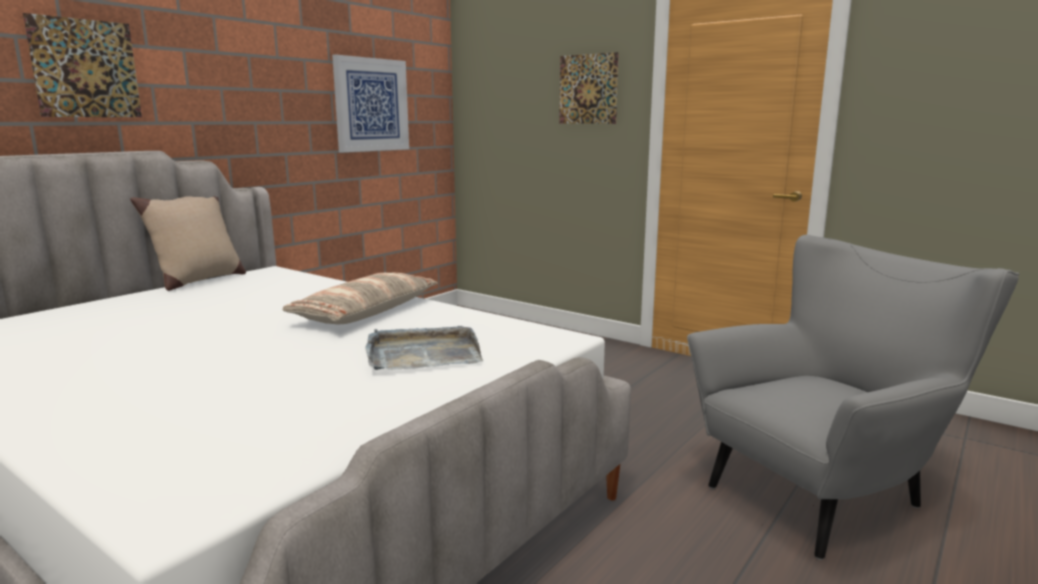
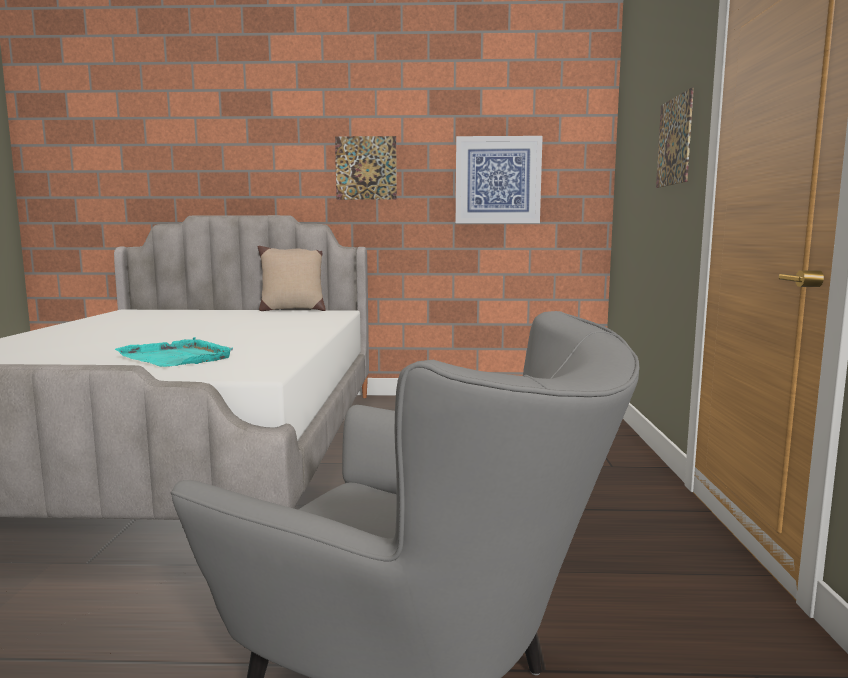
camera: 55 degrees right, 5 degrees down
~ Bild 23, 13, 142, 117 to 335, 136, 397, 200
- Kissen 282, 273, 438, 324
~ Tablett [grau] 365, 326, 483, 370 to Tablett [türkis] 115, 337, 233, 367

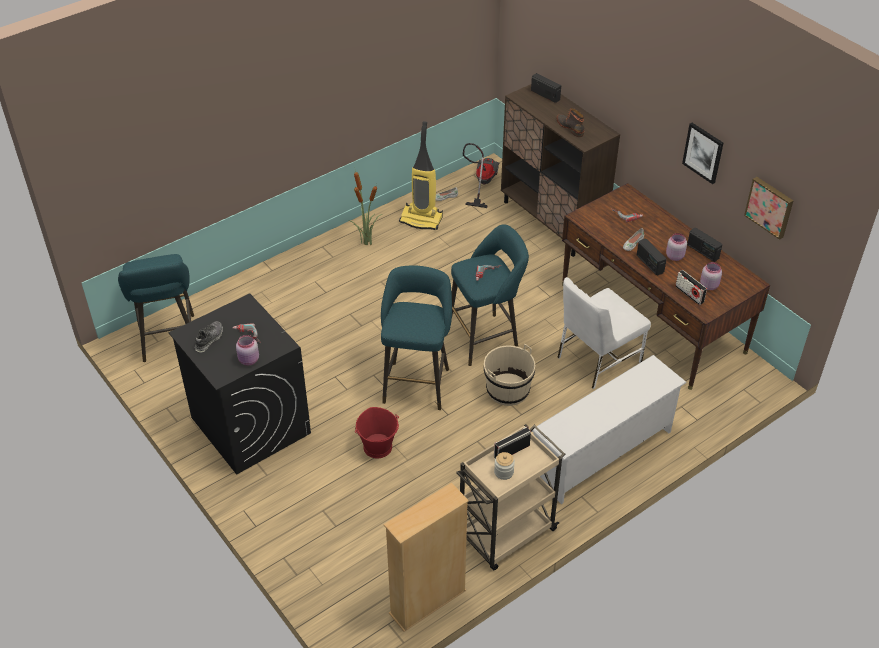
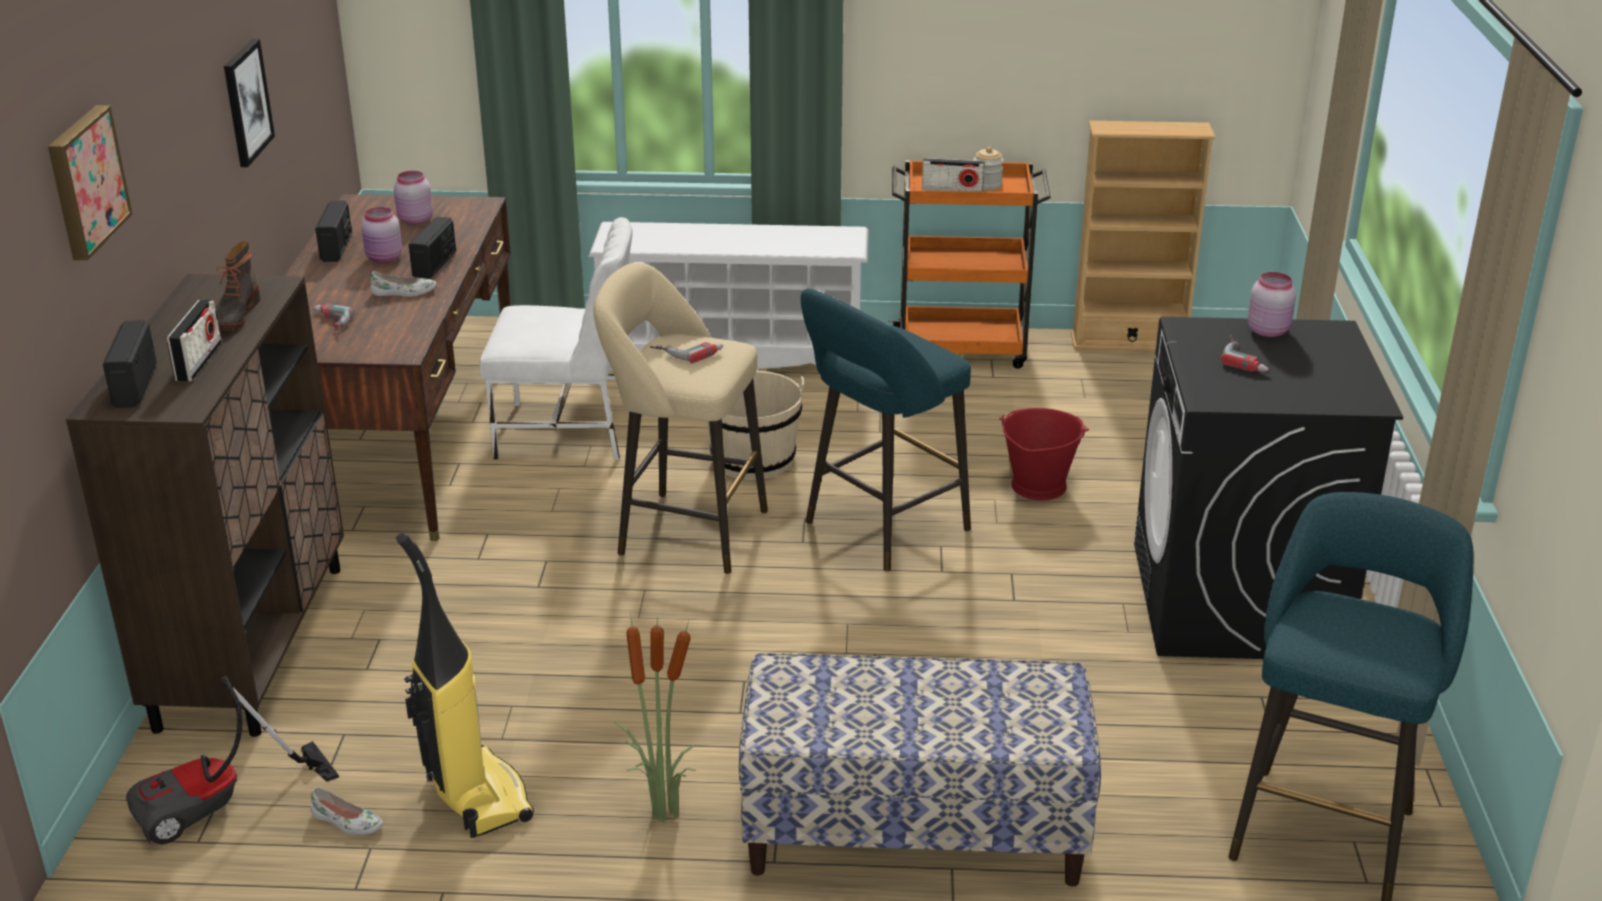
camera: 140 degrees left, 15 degrees down
~ Bild 744, 177, 794, 240 to 48, 105, 132, 260
~ Hocker [türkis] 451, 224, 529, 366 to Hocker [beige] 594, 263, 768, 574
~ Radio 675, 270, 707, 305 to 167, 300, 222, 382
- Schuh 195, 321, 223, 353
~ Rollwagen [beige] 456, 424, 566, 570 to Rollwagen [orange] 888, 160, 1051, 369
+ Bank 739, 653, 1101, 887

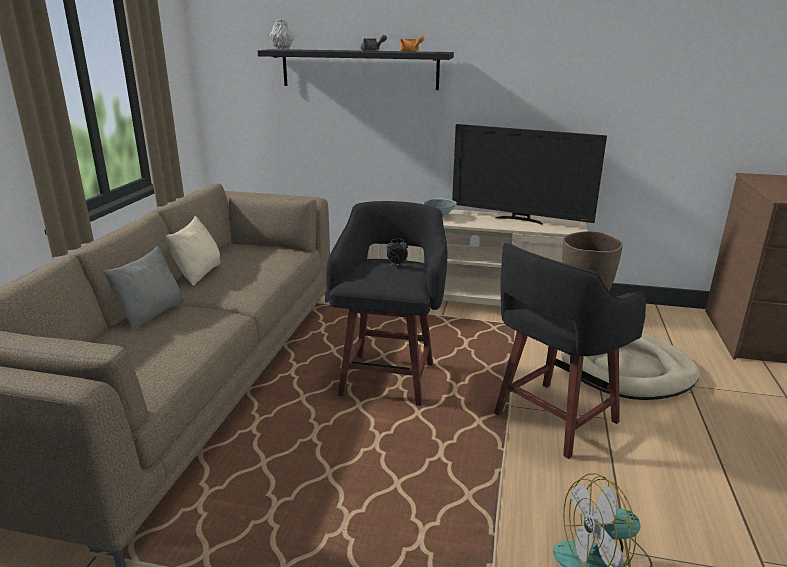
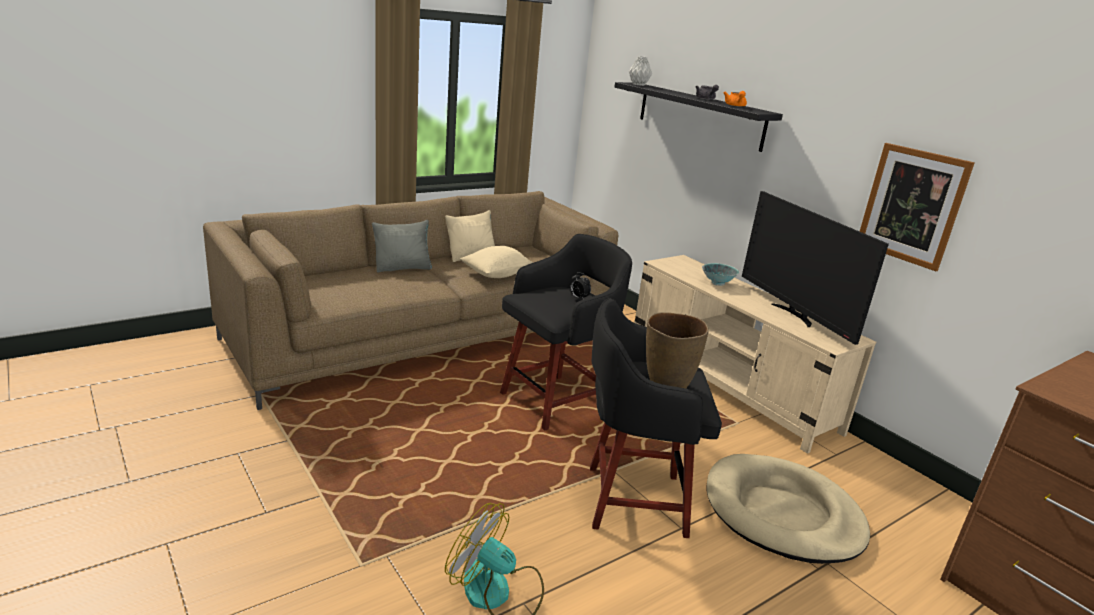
camera: 40 degrees right, 0 degrees up
+ Bild 860, 143, 975, 271
+ Kissen [beige] 460, 246, 533, 278

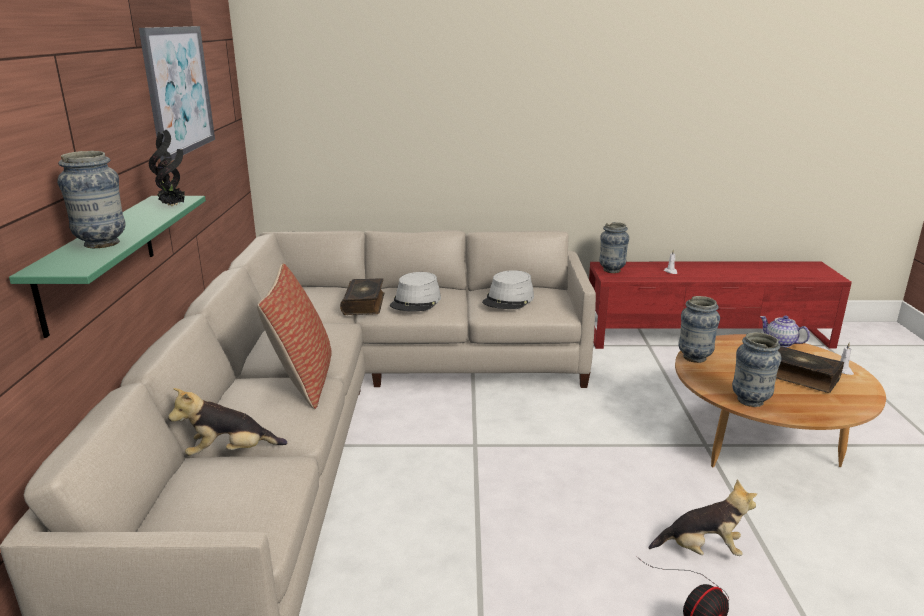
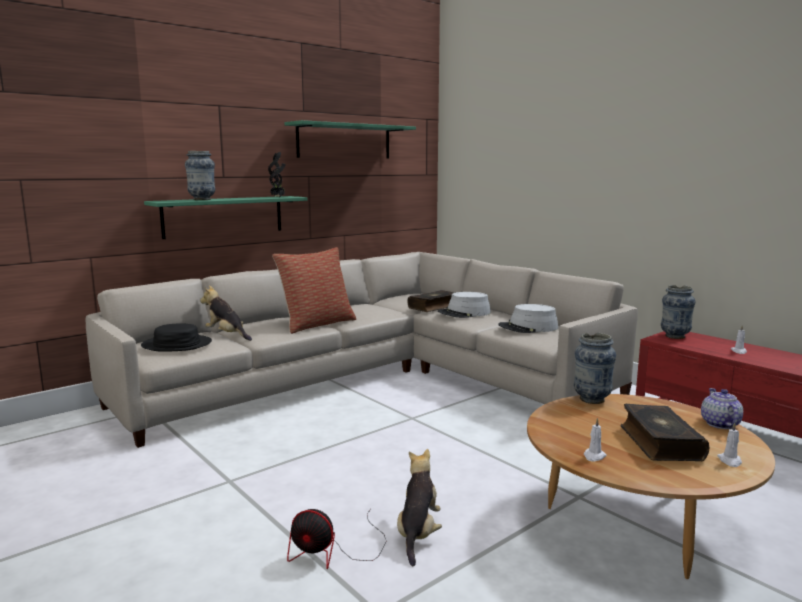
camera: 50 degrees right, 10 degrees down
~ Bild 139, 26, 215, 161 to Wandregal [grün] 284, 120, 416, 159
- Vase 732, 332, 782, 407
~ Plüschtier 648, 480, 757, 556 = 397, 449, 442, 566 135 degrees counterclockwise
+ Hut [schwarz] 141, 323, 212, 352
+ Kerze [weiß] 584, 418, 607, 461

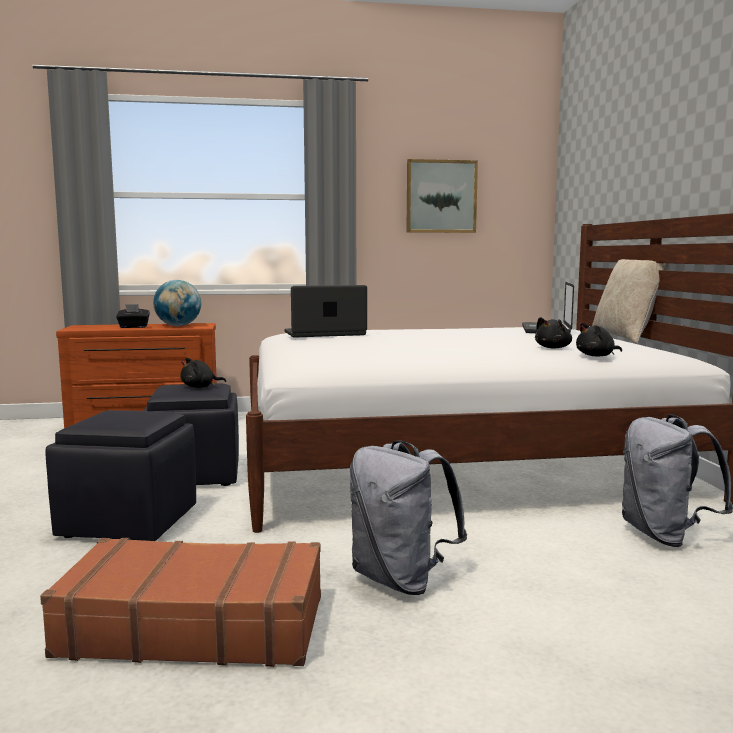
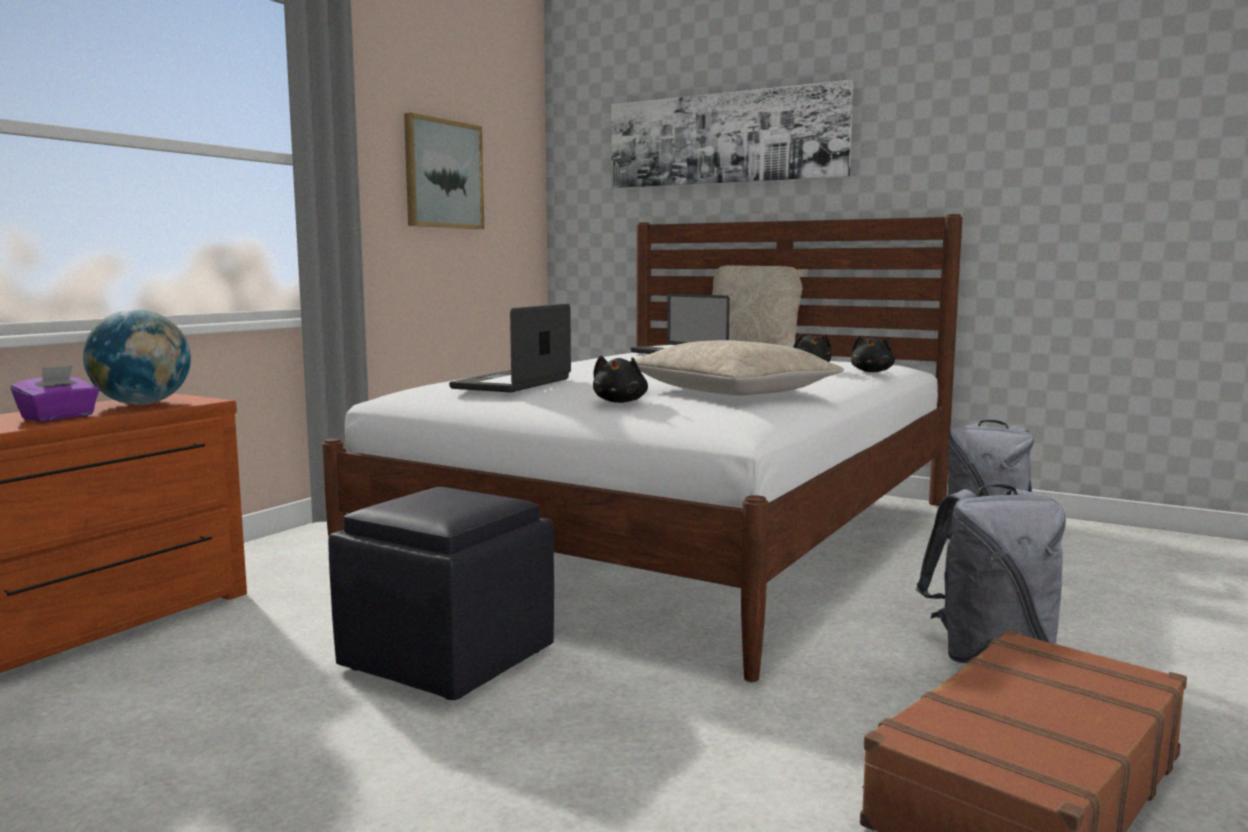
camera: 50 degrees left, 0 degrees up
~ Taschentuchbox [schwarz] 116, 304, 150, 328 to Taschentuchbox [lila] 11, 365, 99, 421
~ Plüschtier [schwarz] 180, 358, 226, 388 to 593, 356, 648, 403
- Polsterhocker [schwarz] 45, 410, 196, 541
+ Bild 611, 80, 853, 188
+ Kissen [beige] 629, 340, 844, 396

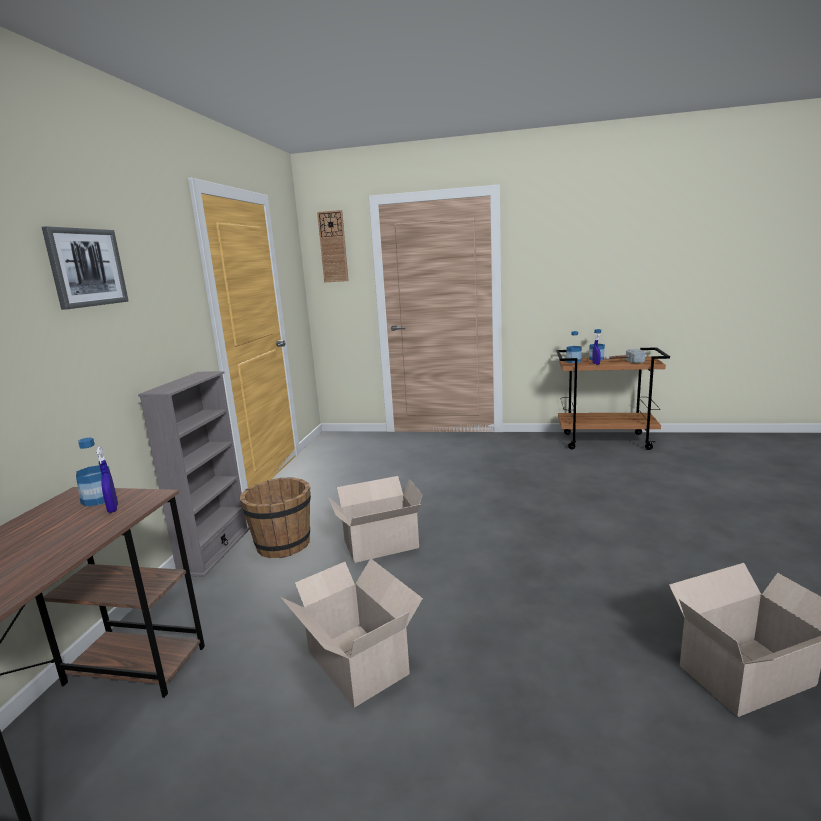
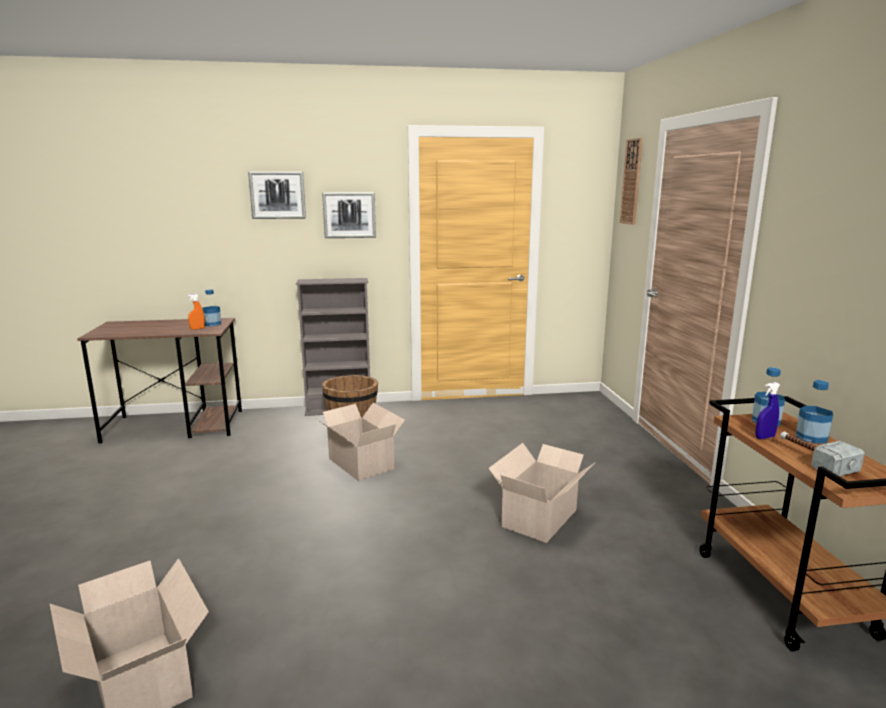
camera: 70 degrees right, 0 degrees up
~ Sprühflasche [blau] 96, 447, 118, 513 to Sprühflasche [orange] 187, 294, 205, 330
~ Karton 281, 559, 423, 708 to 488, 443, 596, 543
+ Bild 322, 192, 376, 238

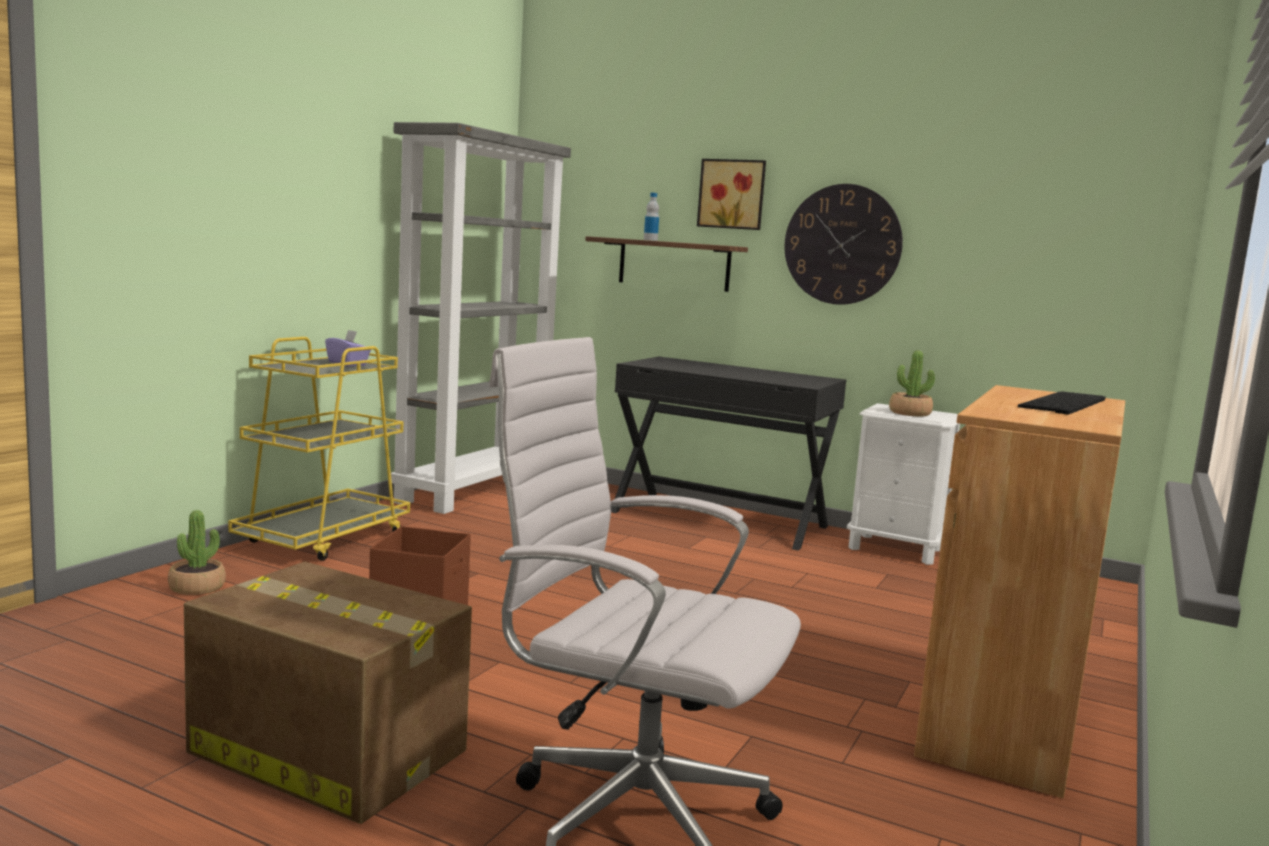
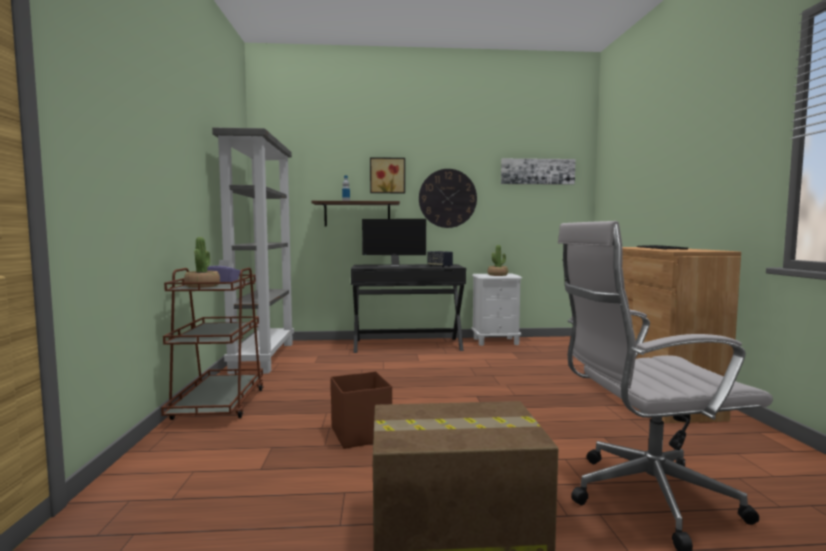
camera: 30 degrees left, 5 degrees down
~ Rollwagen [gelb] 228, 337, 410, 561 to Rollwagen [braun] 161, 268, 264, 420
~ Topfpflanze 168, 510, 226, 595 to 184, 237, 220, 288
+ Bild 501, 158, 576, 185
+ Monitor 362, 219, 426, 267
+ Lautsprecher 427, 251, 453, 267

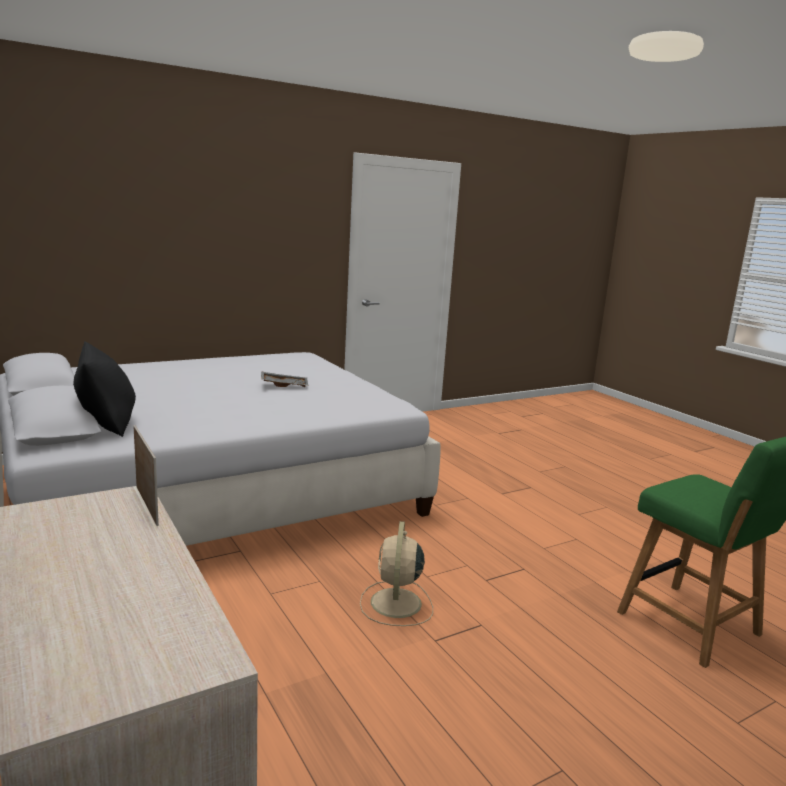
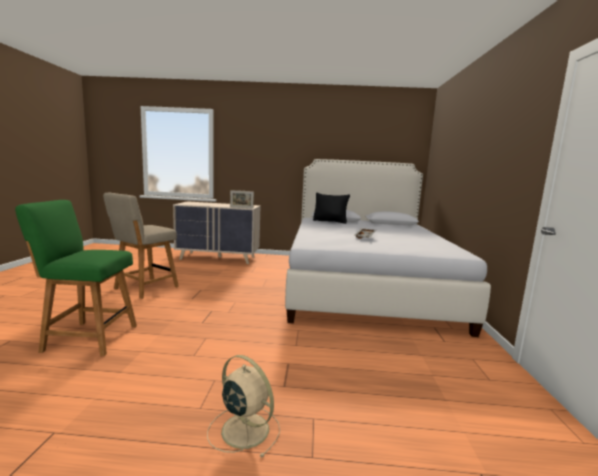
camera: 125 degrees right, 5 degrees down
~ Ventilator [beige] 360, 521, 433, 626 to 207, 355, 280, 458
+ Stuhl [beige] 103, 193, 179, 299

